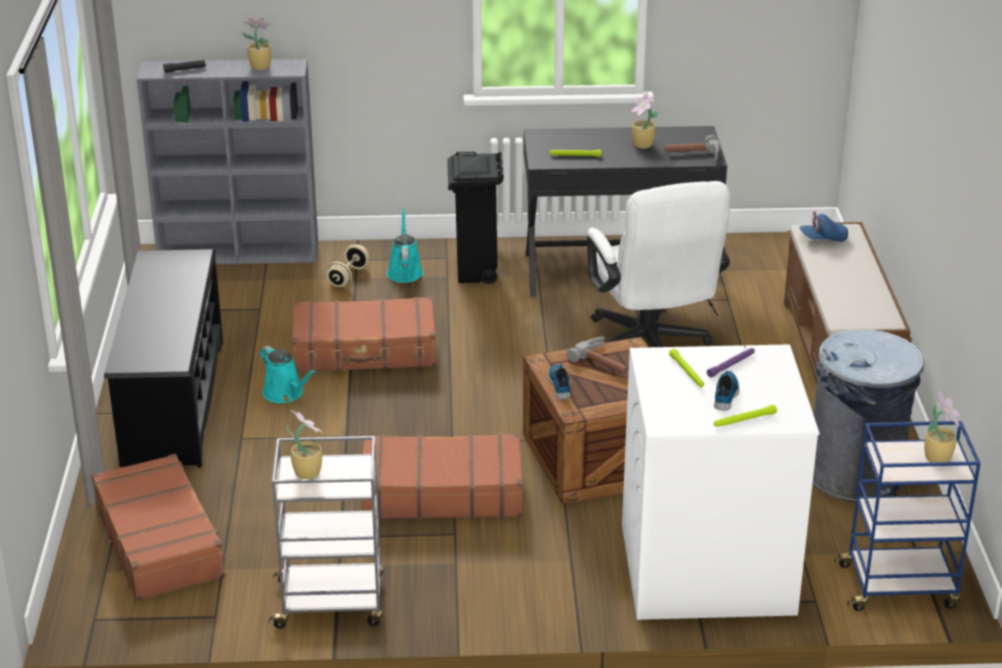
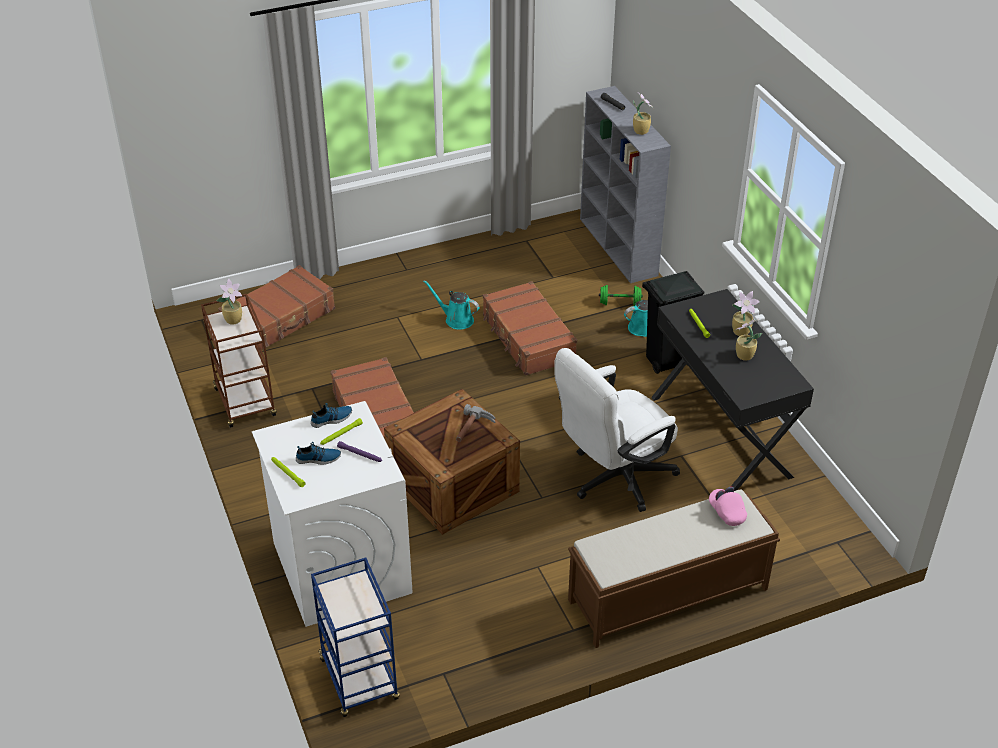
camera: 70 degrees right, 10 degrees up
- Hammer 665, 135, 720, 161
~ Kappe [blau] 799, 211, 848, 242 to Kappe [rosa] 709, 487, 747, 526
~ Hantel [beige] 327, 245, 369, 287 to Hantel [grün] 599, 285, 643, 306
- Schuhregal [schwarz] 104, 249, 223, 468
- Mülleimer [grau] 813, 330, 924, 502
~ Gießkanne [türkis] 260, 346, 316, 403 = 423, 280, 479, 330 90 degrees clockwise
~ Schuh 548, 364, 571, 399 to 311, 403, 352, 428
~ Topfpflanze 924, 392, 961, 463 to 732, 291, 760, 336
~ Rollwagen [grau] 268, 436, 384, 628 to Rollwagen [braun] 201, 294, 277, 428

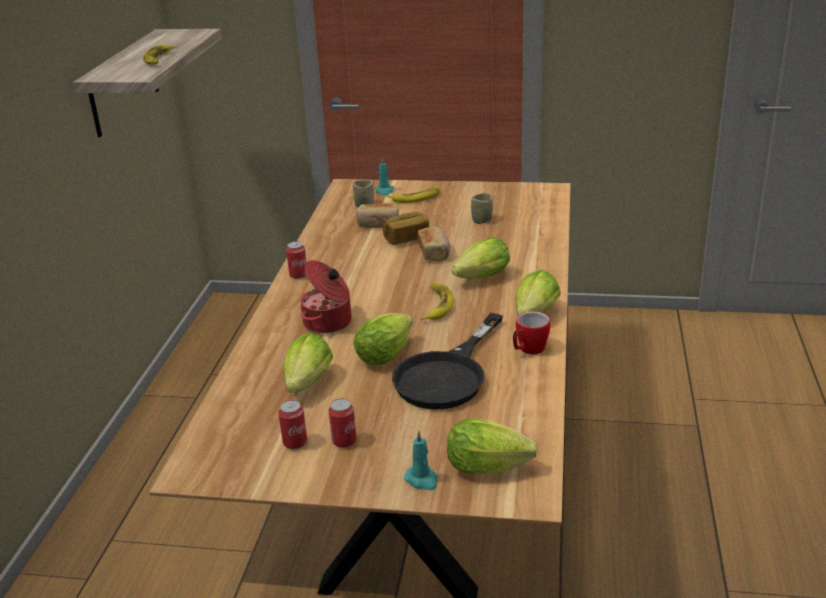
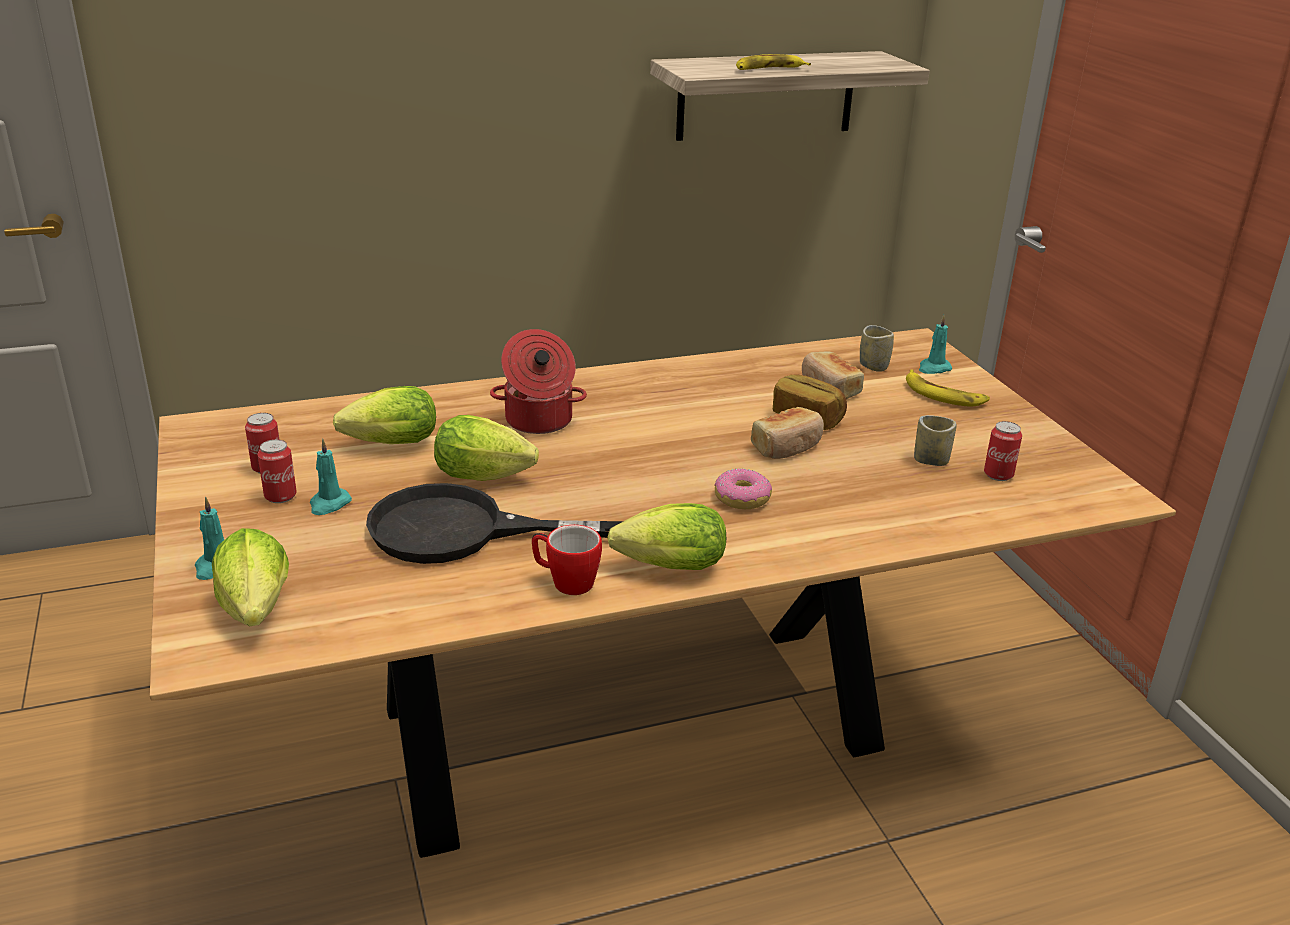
camera: 60 degrees right, 0 degrees up
~ Salatkopf 452, 237, 510, 279 to Donut 714, 468, 772, 509
~ Dose 286, 241, 307, 279 to 984, 421, 1022, 481
- Banane 421, 283, 453, 320
+ Kerze [türkis] 310, 439, 352, 515

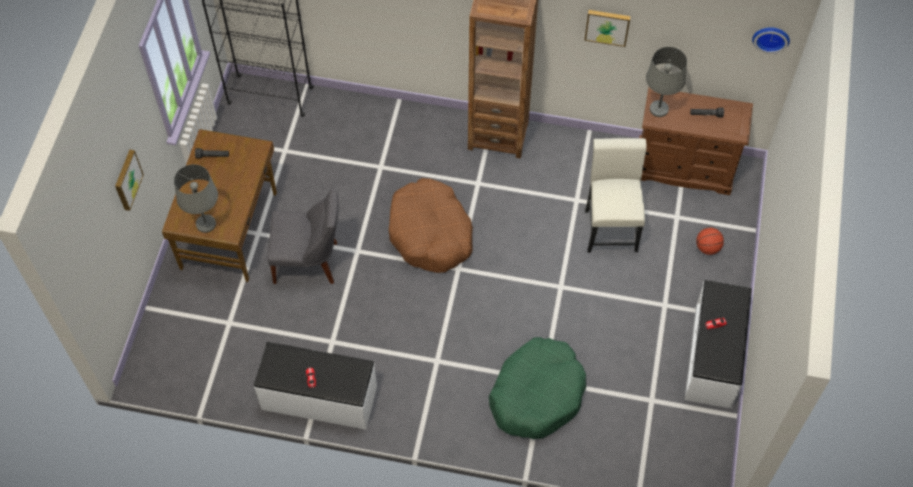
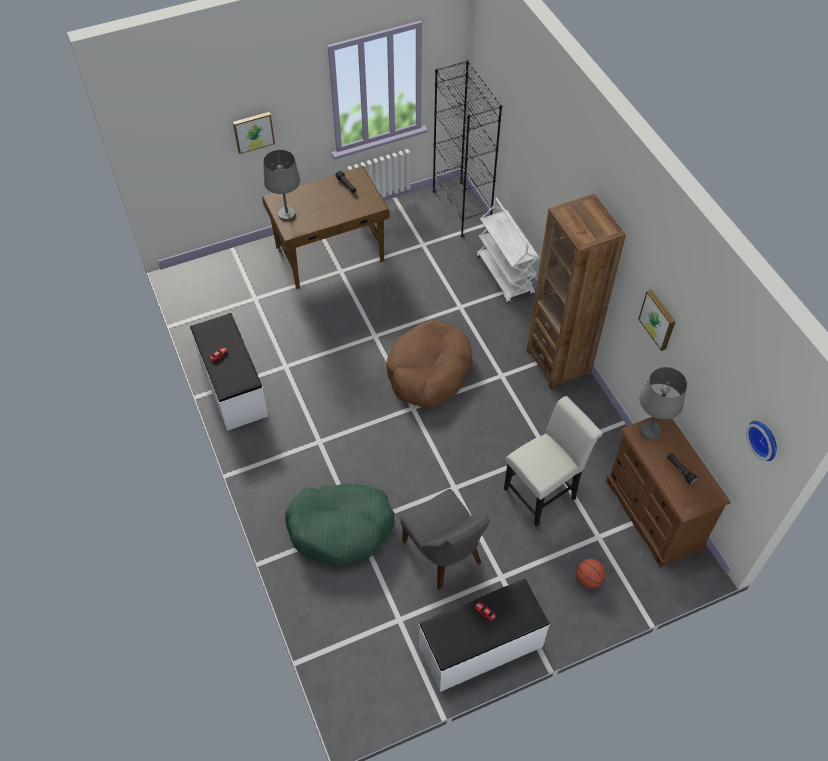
camera: 55 degrees right, 5 degrees down
~ Stuhl [grau] 267, 189, 339, 284 to 401, 489, 489, 590
+ Rollwagen [weiß] 476, 198, 539, 304

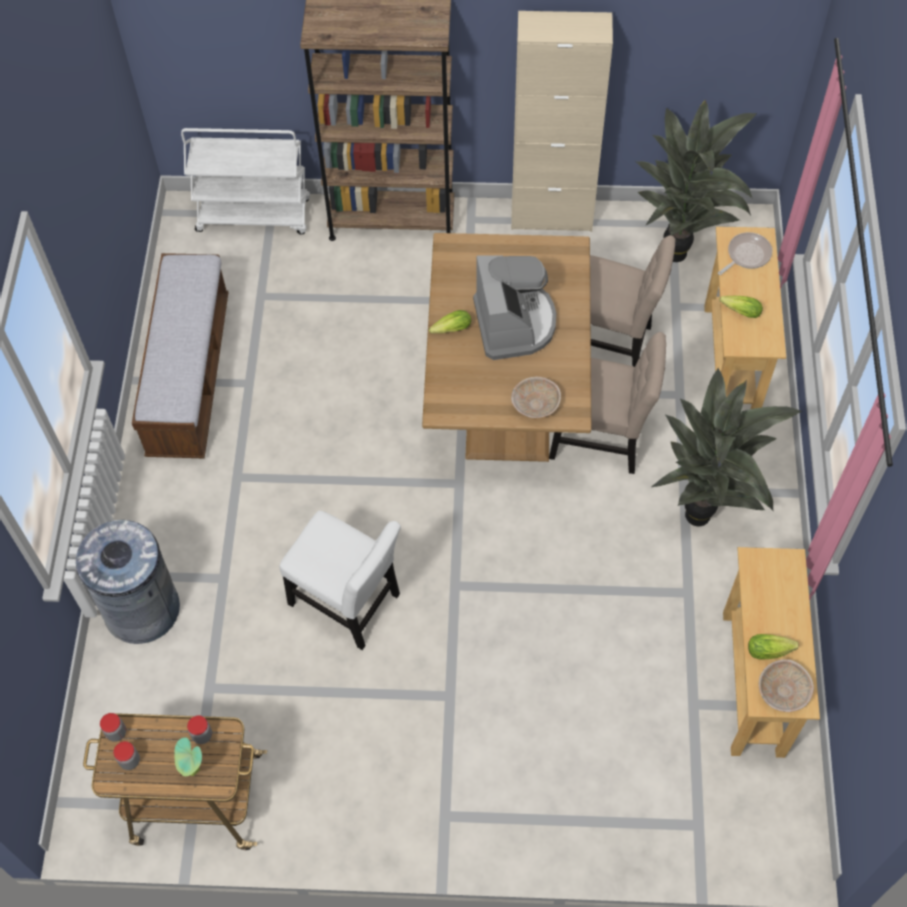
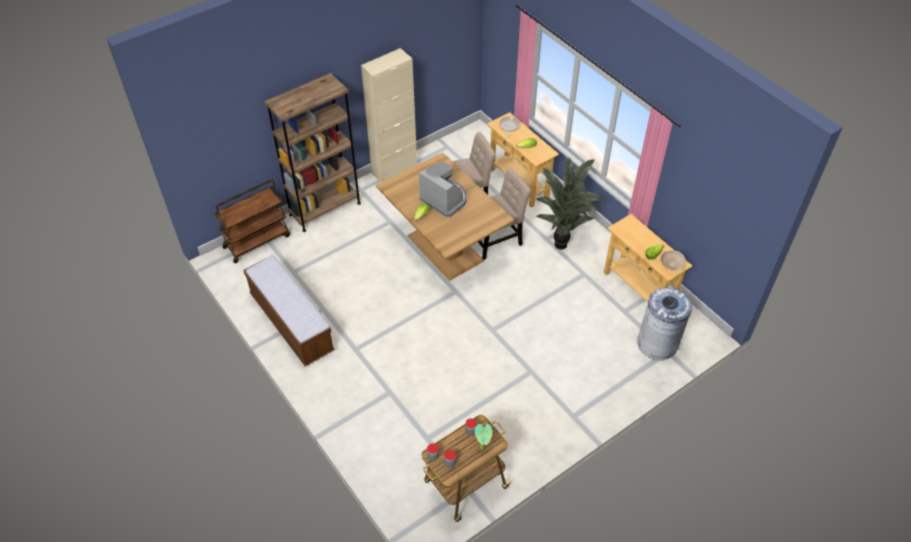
camera: 40 degrees left, 10 degrees down
- Topfpflanze 635, 99, 757, 262
~ Rollwagen [weiß] 181, 128, 310, 235 to Rollwagen [braun] 215, 179, 290, 263
- Schüssel [beige] 511, 377, 561, 418
- Stuhl [weiß] 279, 510, 401, 650
~ Mülleimer [grau] 76, 520, 180, 644 to 637, 287, 692, 360

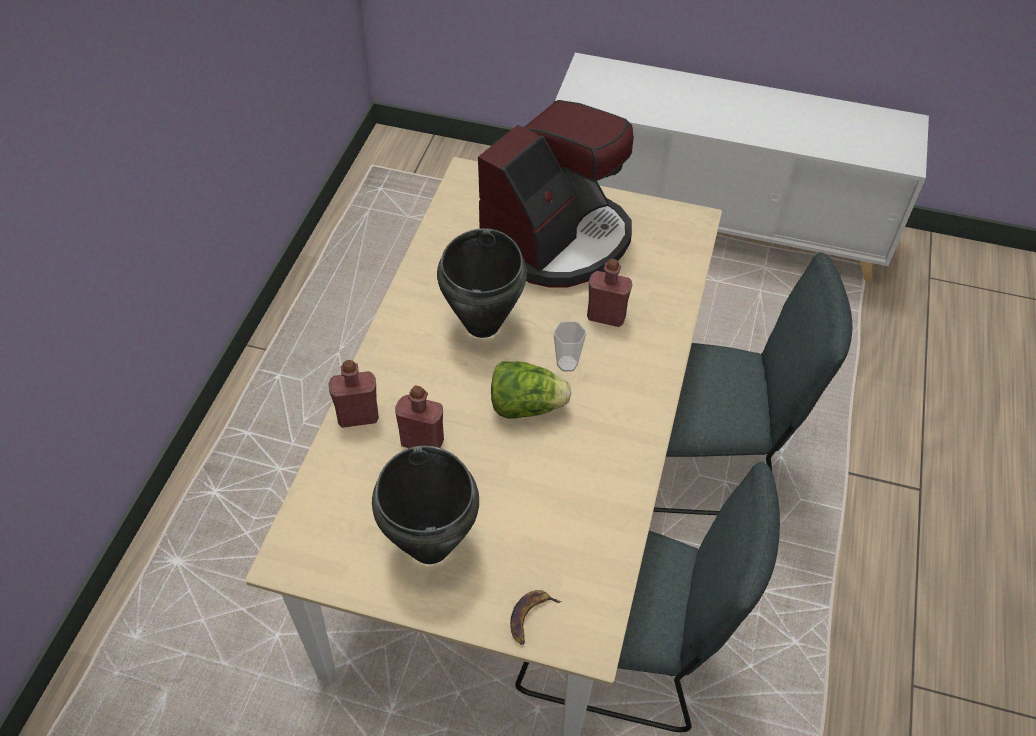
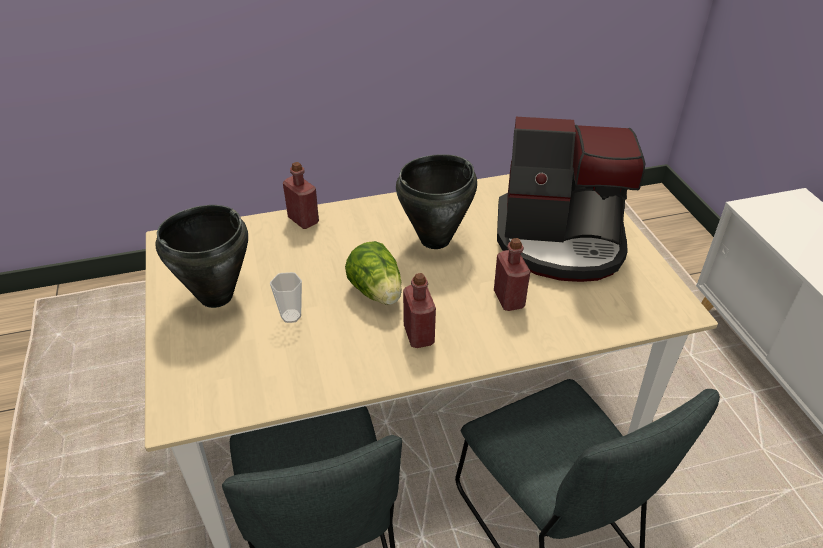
camera: 60 degrees right, 10 degrees down
~ Tasse 553, 321, 587, 372 to 270, 272, 302, 323
~ Flasche [rot] 395, 385, 444, 448 to 403, 273, 436, 348
- Banane 510, 590, 562, 645

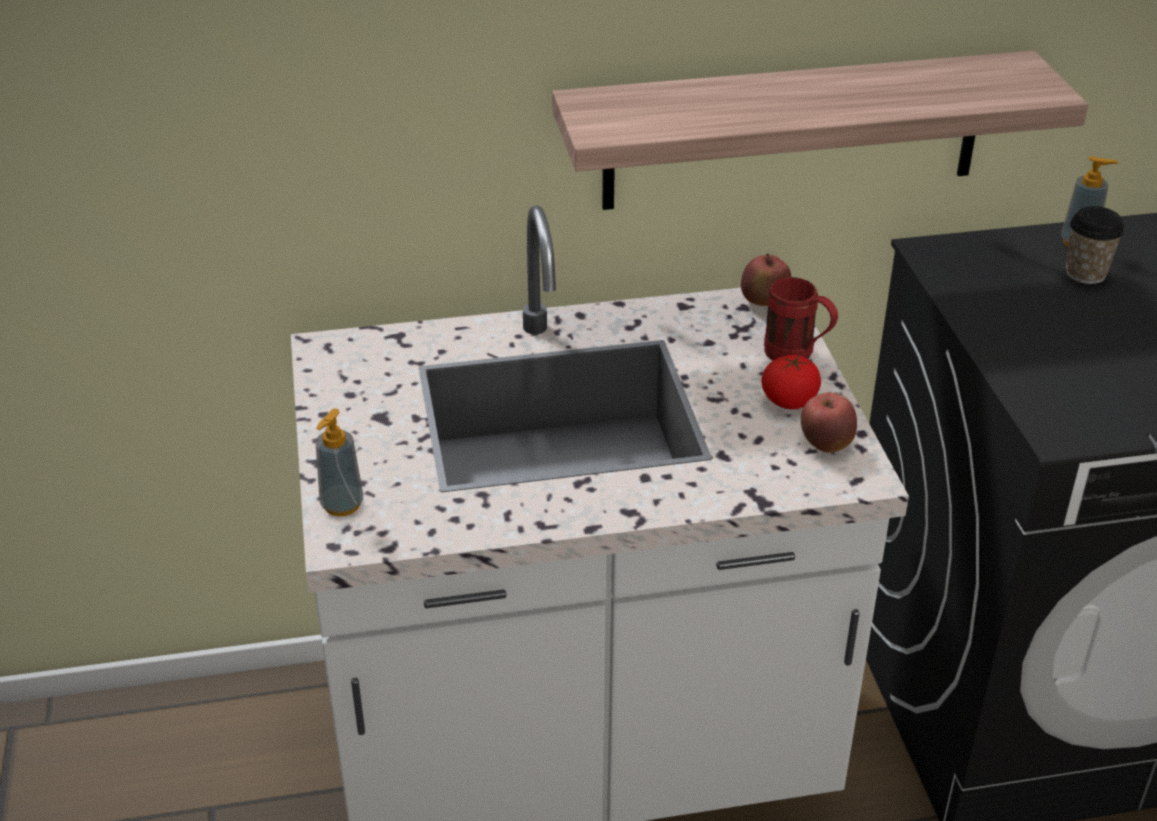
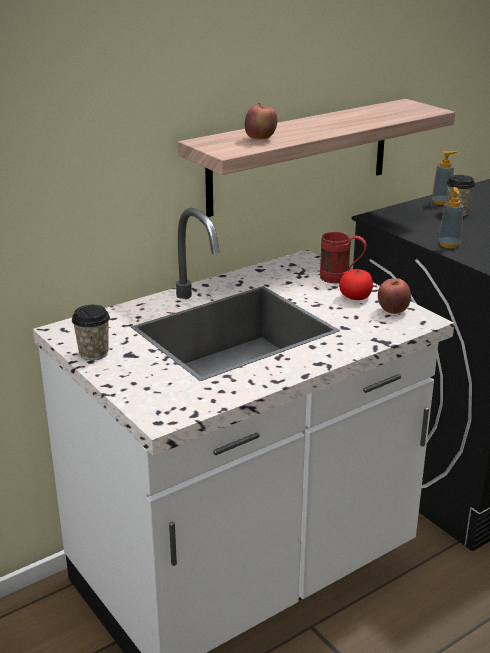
camera: 25 degrees left, 10 degrees down
~ Apfel 741, 253, 791, 306 to 245, 103, 277, 140
~ Seifenspender 316, 409, 363, 516 to 438, 187, 464, 248
+ Tasse 72, 305, 110, 360

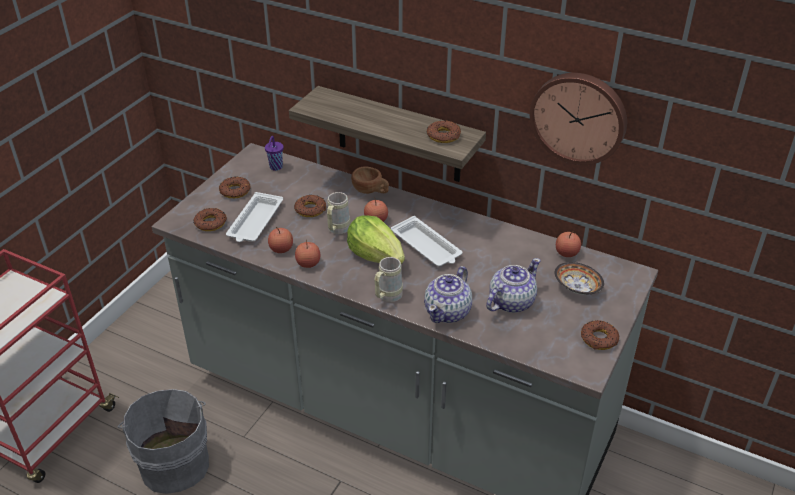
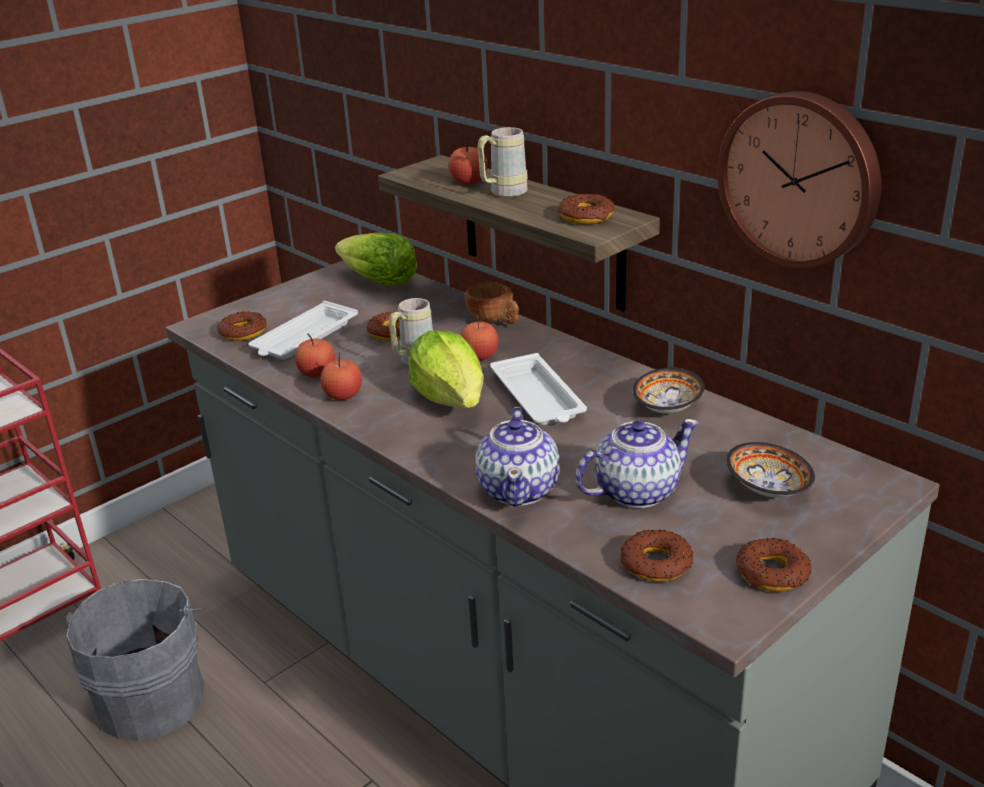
camera: 20 degrees right, 10 degrees down
~ Tasse [lila] 265, 136, 284, 171 to Salatkopf 335, 233, 417, 286
~ Donut 219, 177, 250, 198 to 620, 529, 693, 582
~ Apfel 556, 231, 581, 257 to 449, 140, 487, 185
~ Henkelbecher [beige] 374, 257, 403, 302 to 477, 127, 528, 197
~ Teekanne 424, 266, 472, 323 = 475, 407, 560, 507 45 degrees counterclockwise
+ Schüssel 633, 368, 705, 414

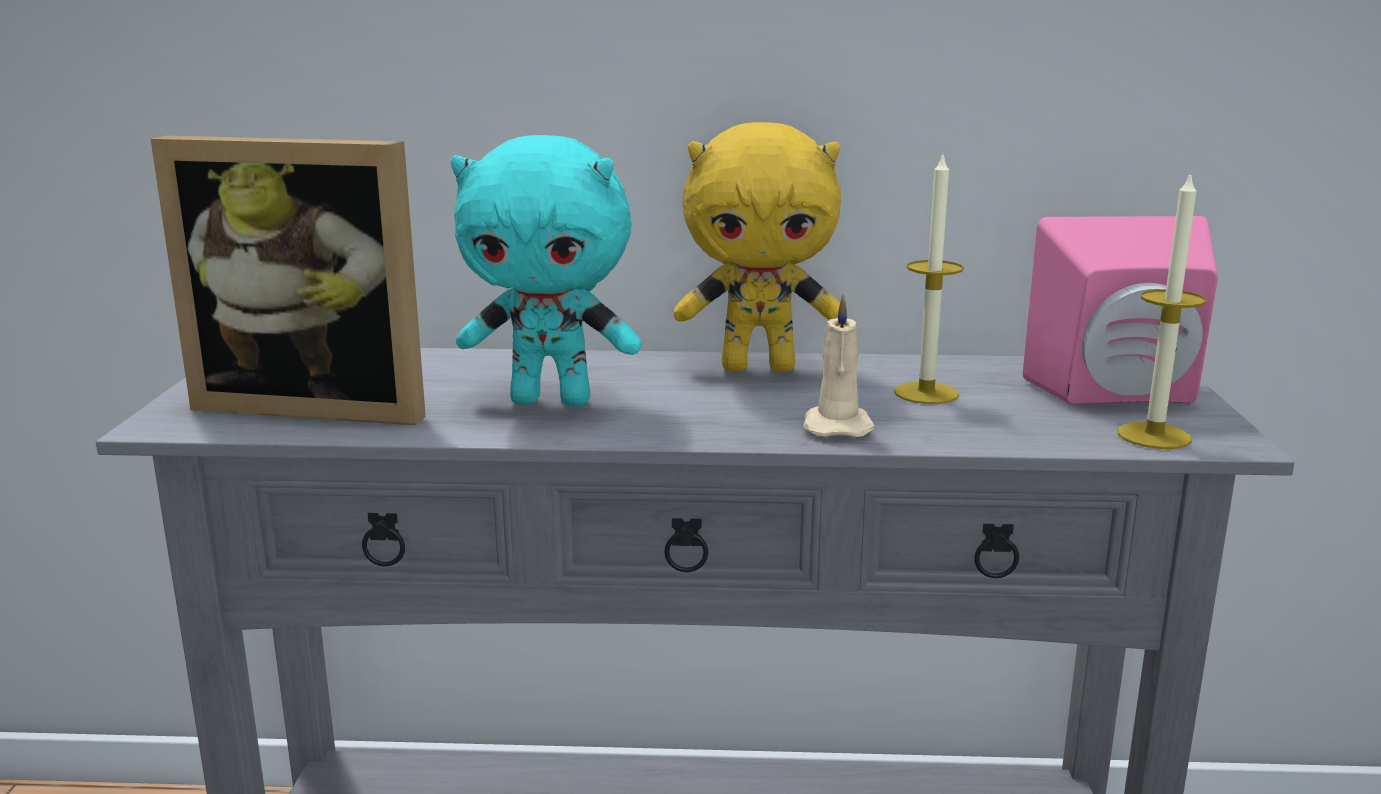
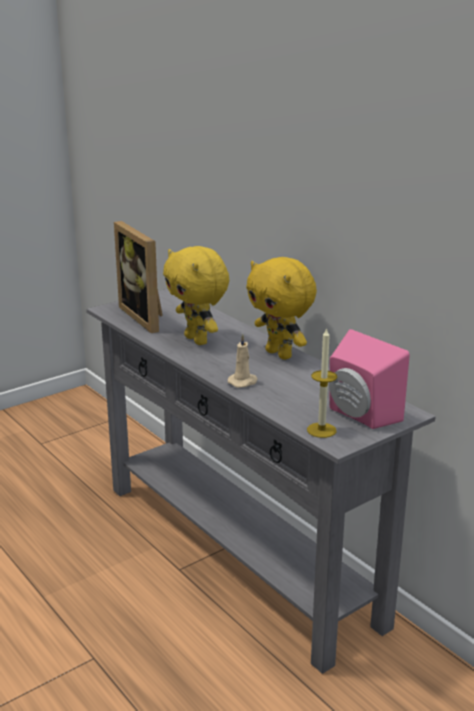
camera: 50 degrees right, 5 degrees up
~ Plüschtier [türkis] 451, 135, 642, 407 to Plüschtier [gelb] 163, 246, 229, 345
- Kerze 894, 153, 964, 404

